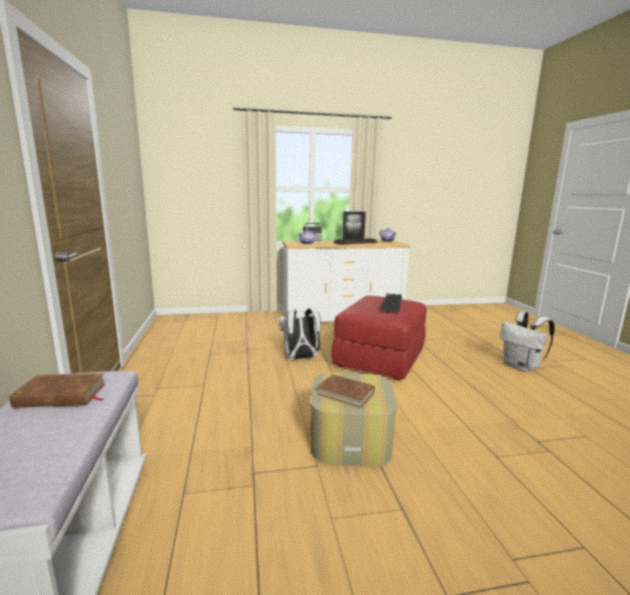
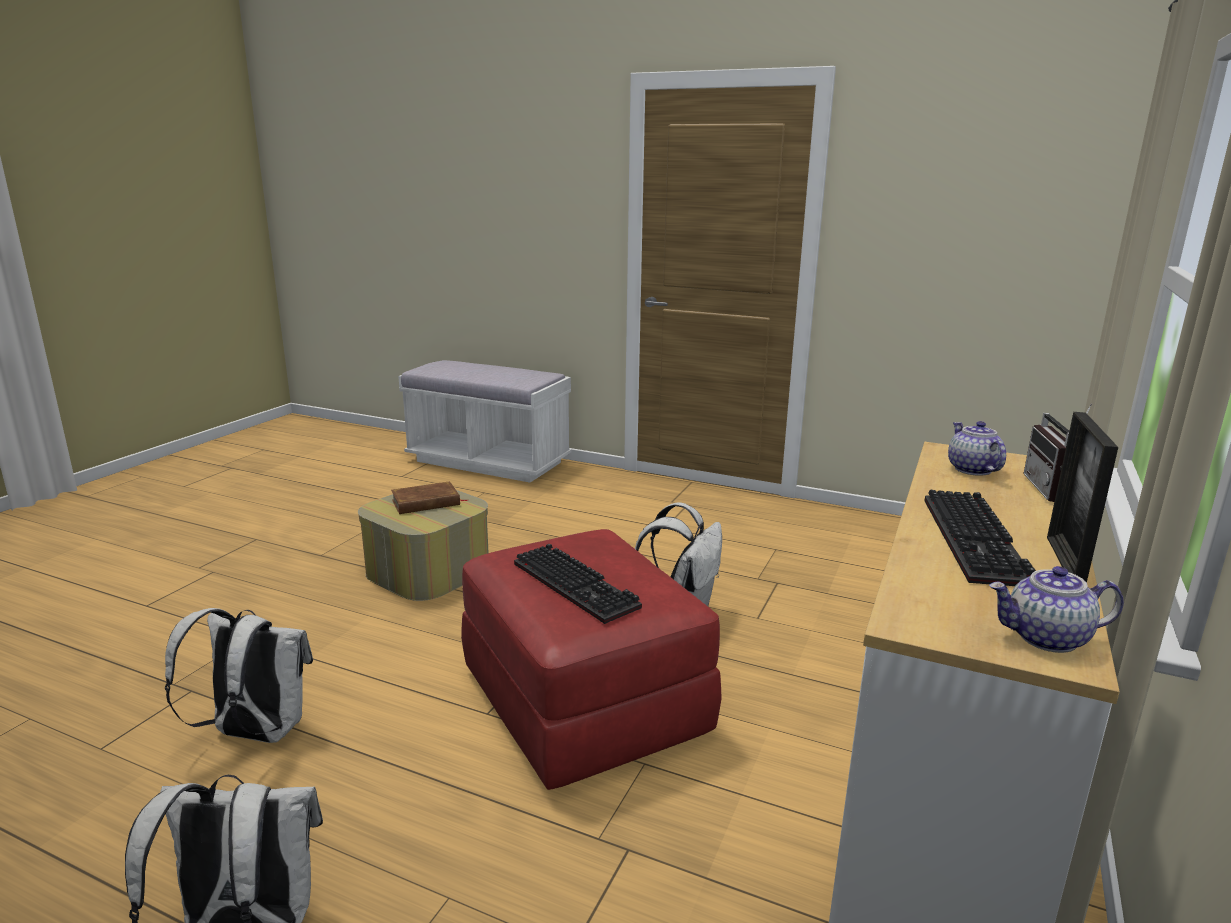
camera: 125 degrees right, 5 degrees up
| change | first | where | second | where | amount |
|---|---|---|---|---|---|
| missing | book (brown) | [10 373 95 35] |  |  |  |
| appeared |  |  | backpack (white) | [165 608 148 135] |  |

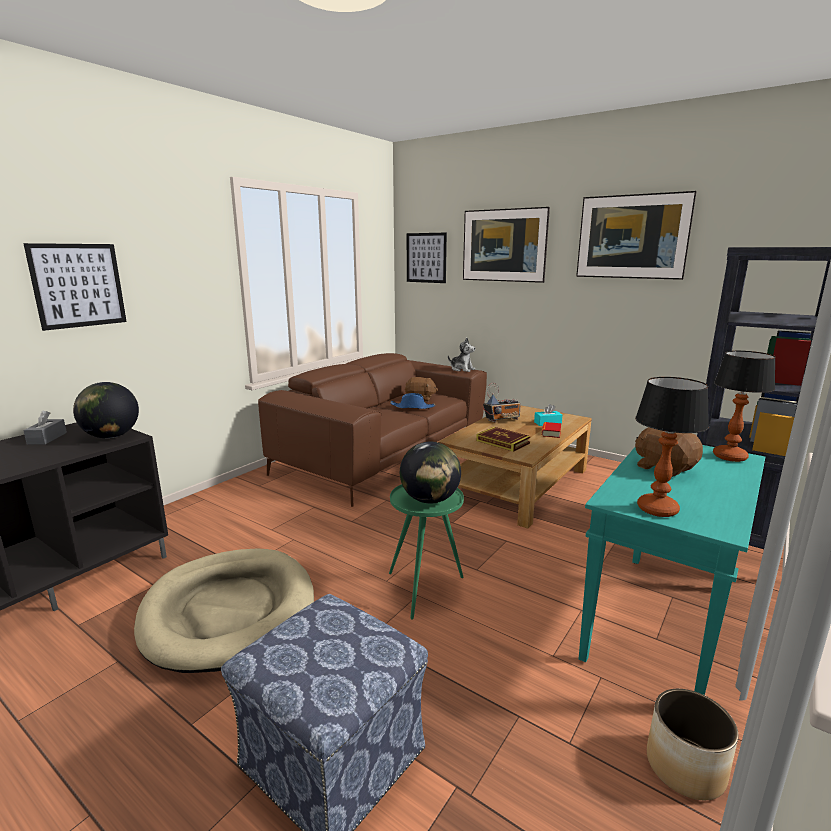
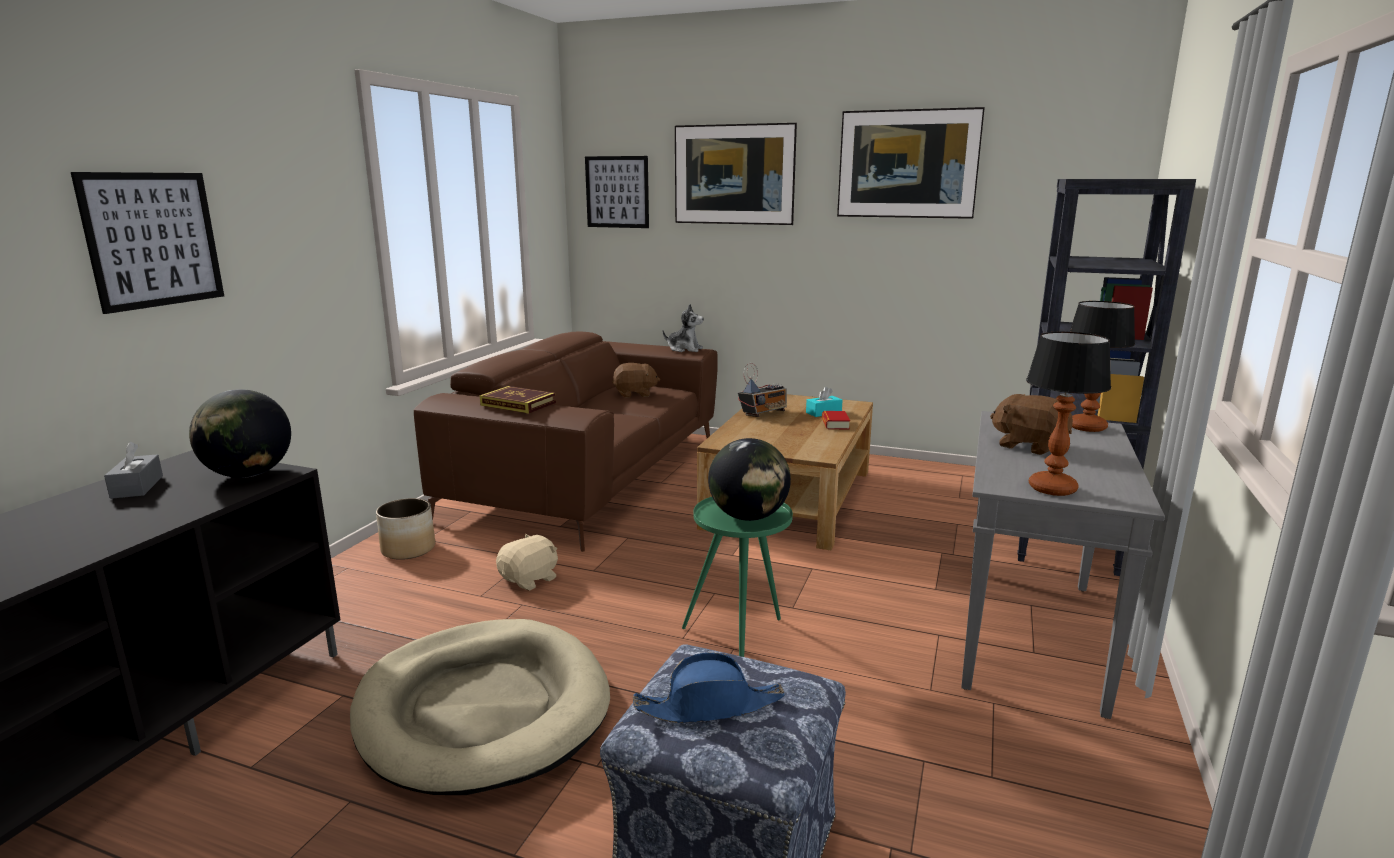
camera: 15 degrees left, 0 degrees up
| change | first | where | second | where | amount |
|---|---|---|---|---|---|
| relocated | hat (blue) | [390 393 45 16] |  | [633 652 152 71] |  |
| relocated | book | [476 427 55 25] |  | [480 386 76 28] |  |
| colour | console table (turquoise) | [579 445 186 250] | console table (grey) | [961 411 204 308] |  |
| relocated | planter | [647 689 91 111] |  | [376 498 59 62] |  |
| appeared |  |  | plush toy (beige) | [496 534 62 57] |  |

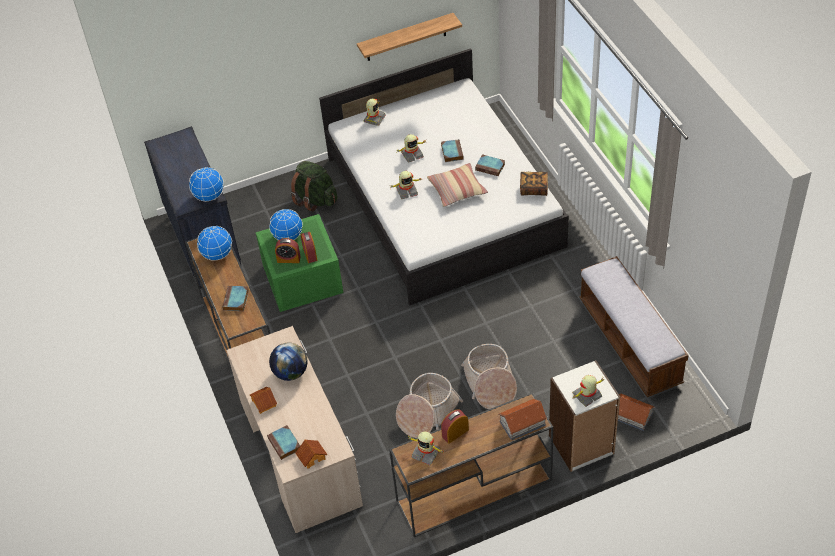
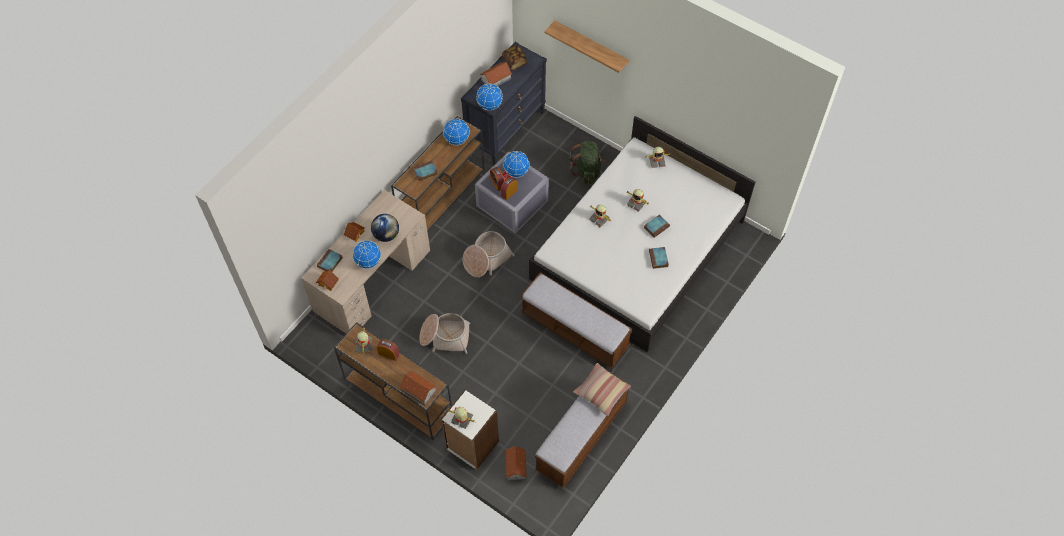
camera: 55 degrees right, 10 degrees up
| change | first | where | second | where | amount |
|---|---|---|---|---|---|
| colour | storage box (green) | [256 214 88 98] | storage box (grey) | [475 152 74 82] |  |
| relocated | shelf | [357 13 105 48] |  | [545 21 84 52] |  |
| relocated | pillow | [427 163 61 44] |  | [573 363 58 53] |  |
| relocated | basket | [461 344 56 65] |  | [463 231 52 46] |  |
| relocated | book | [520 172 28 24] |  | [502 45 25 26] |  |
| appeared |  |  | globe | [352 240 29 29] |  |
| appeared |  |  | toy house | [480 62 32 24] |  |
| appeared |  |  | bench | [521 272 111 97] |  |

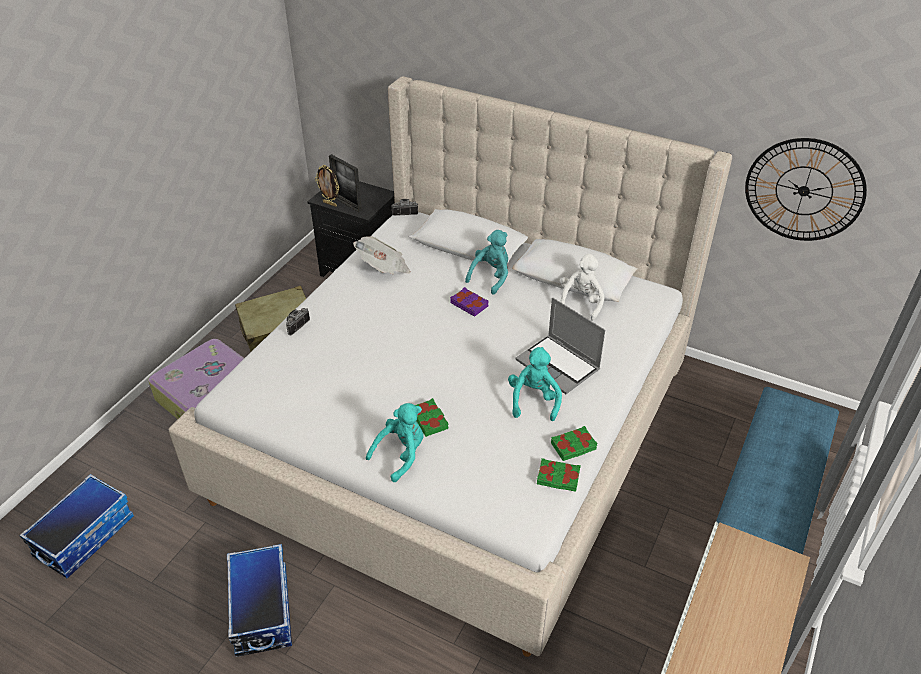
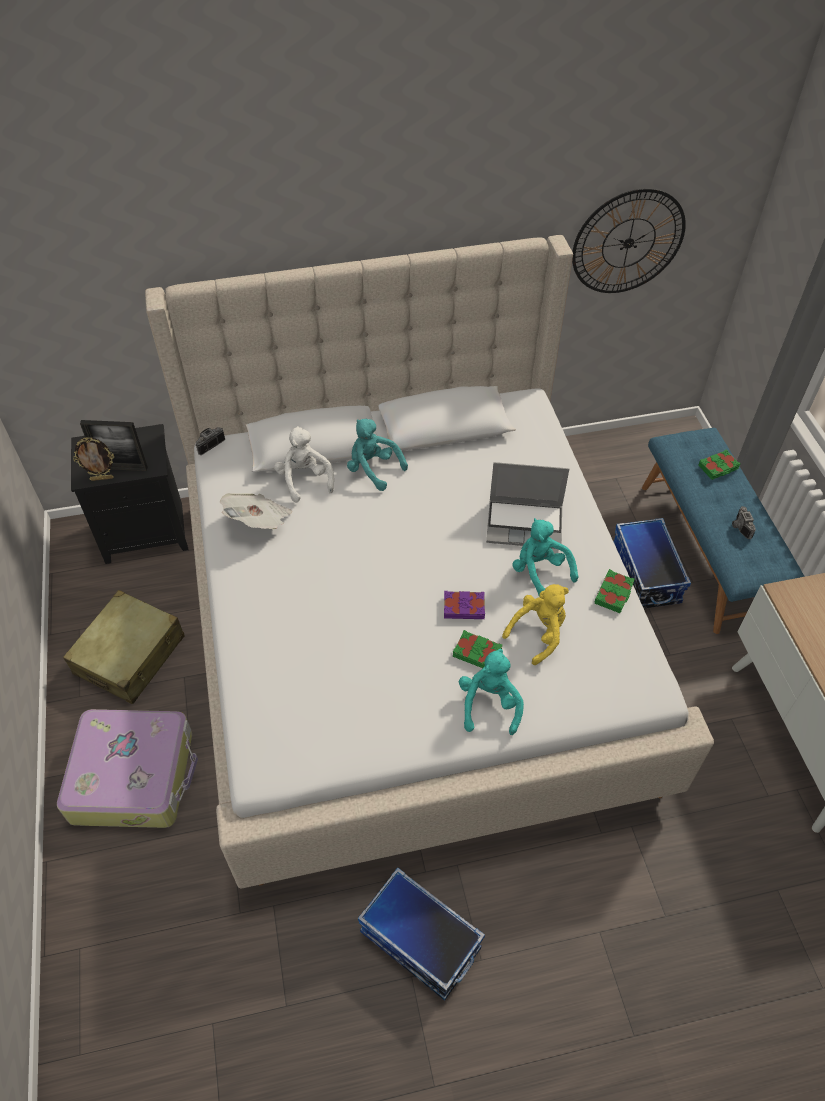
camera: 40 degrees left, 10 degrees up
| change | first | where | second | where | amount |
|---|---|---|---|---|---|
| relocated | storage box | [19 474 115 105] |  | [614 518 77 90] |  |
| relocated | photo camera | [286 308 24 27] |  | [732 506 24 33] |  |
| relocated | book (purple) | [450 287 39 30] |  | [444 591 41 28] |  |
| spun | plush toy (turquoise) | [465 230 43 65] |  | [347 419 61 72] | 45 degrees counterclockwise |
| relocated | book (green) | [537 458 44 34] |  | [698 449 43 31] |  |
| relocated | plush toy (white) | [560 254 45 67] |  | [274 426 60 77] |  |
| appeared |  |  | plush toy (yellow) | [502 584 67 81] |  |

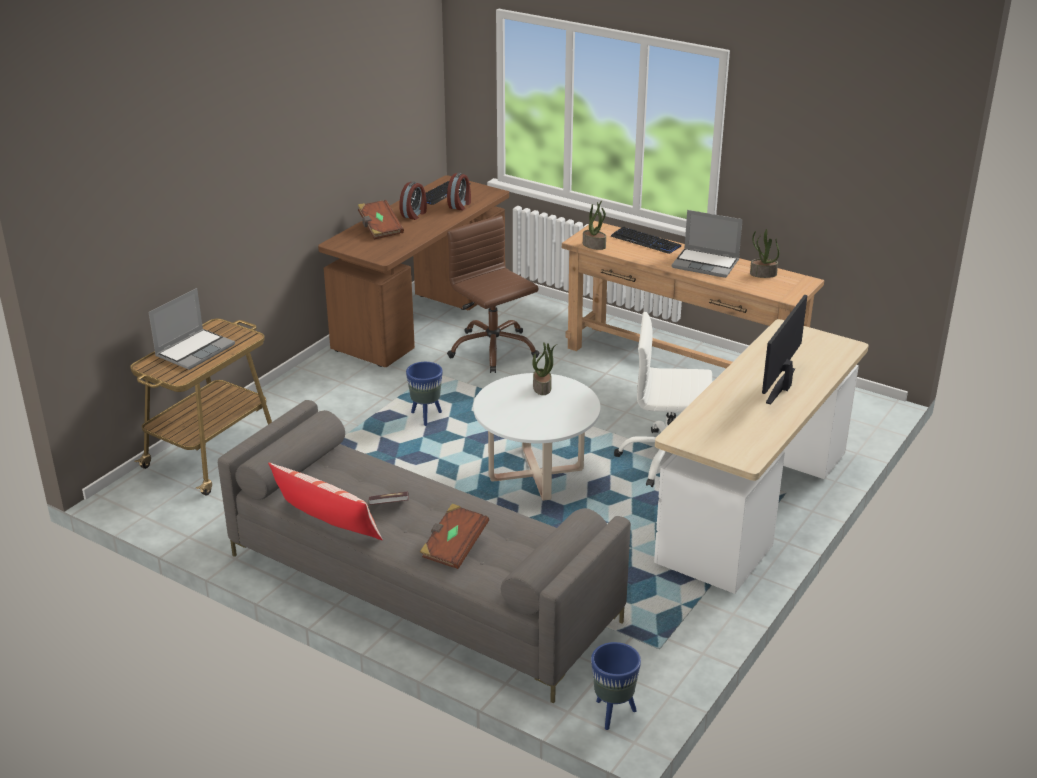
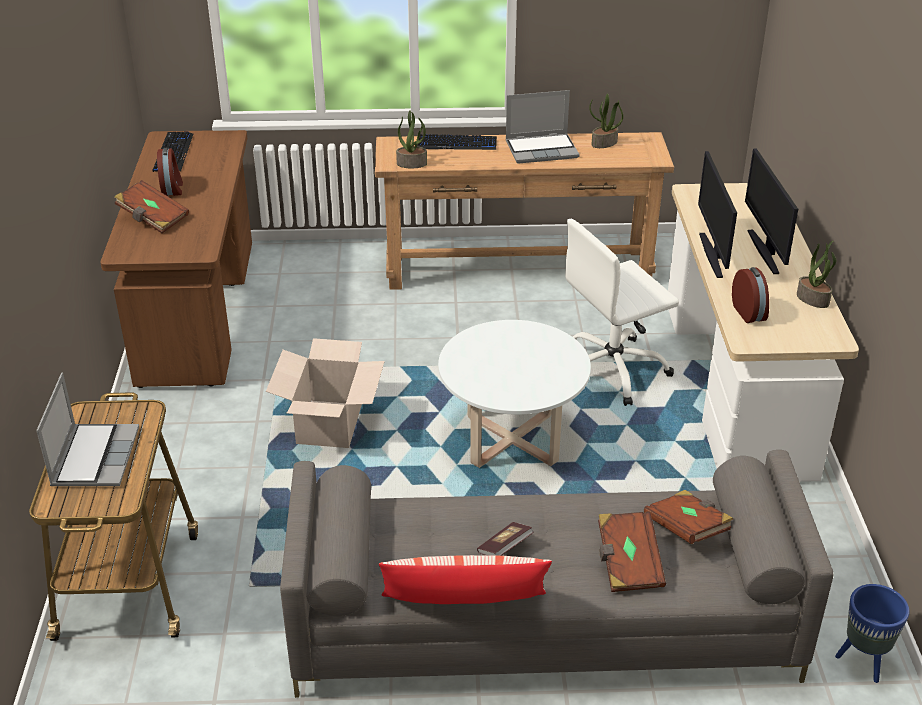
camera: 35 degrees left, 5 degrees up
| change | first | where | second | where | amount |
|---|---|---|---|---|---|
| exchanged | planter (blue) | [406 362 37 64] | cardboard box | [266 338 119 110] |  |
| relocated | alarm clock | [447 173 24 38] |  | [732 267 37 56] |  |
| missing | office chair (brown) | [447 215 93 158] |  |  |  |
| relocated | potted plant | [532 342 25 53] |  | [797 241 39 67] |  |
| appeared |  |  | book (brown) | [644 490 89 54] |  |
| appeared |  |  | monitor | [698 151 39 127] |  |

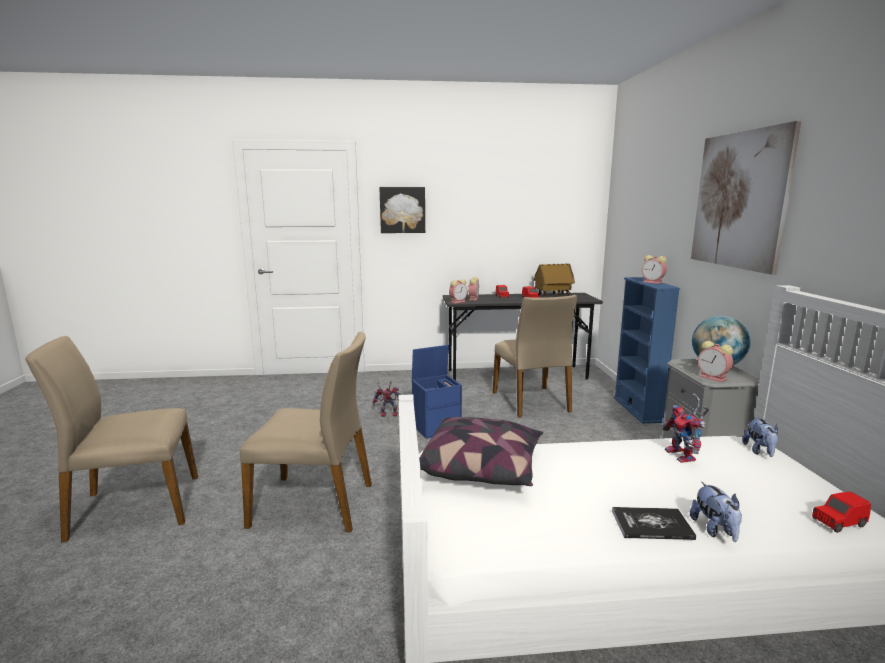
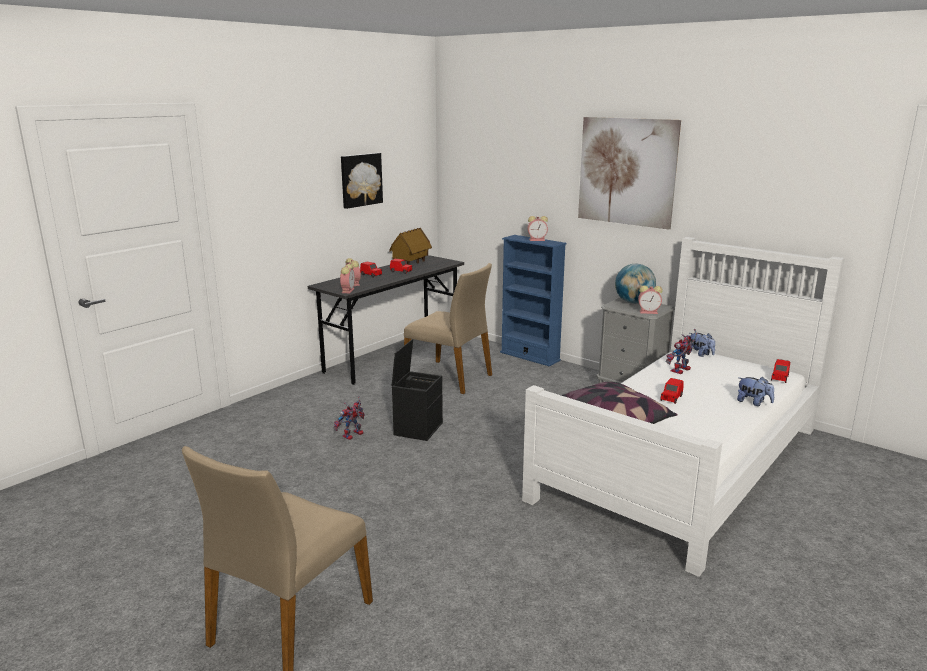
camera: 45 degrees left, 5 degrees up
| change | first | where | second | where | amount |
|---|---|---|---|---|---|
| missing | chair (beige) | [240 332 132 200] |  |  |  |
| relocated | picture | [379 187 46 46] |  | [341 153 42 56] |  |
| colour | storage box (blue) | [412 345 50 94] | storage box (black) | [392 339 51 102] |  |
| missing | book | [612 507 84 33] |  |  |  |
| spun | toy robot | [663 393 46 70] |  | [665 329 32 45] | 105 degrees clockwise |
| appeared |  |  | toy car (red) | [660 378 24 26] |  |

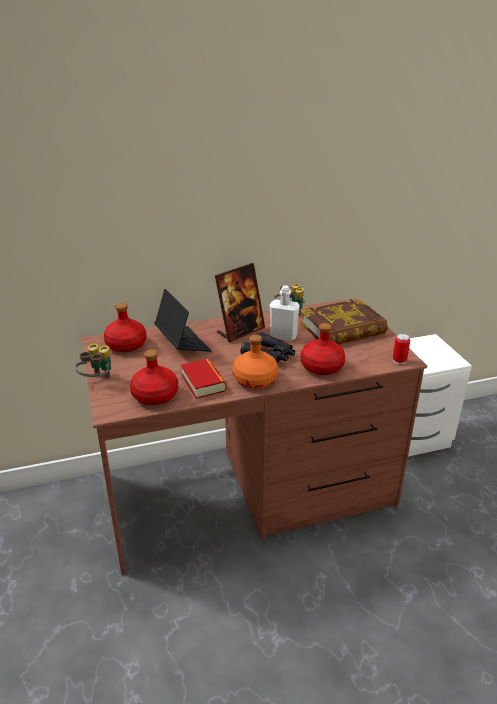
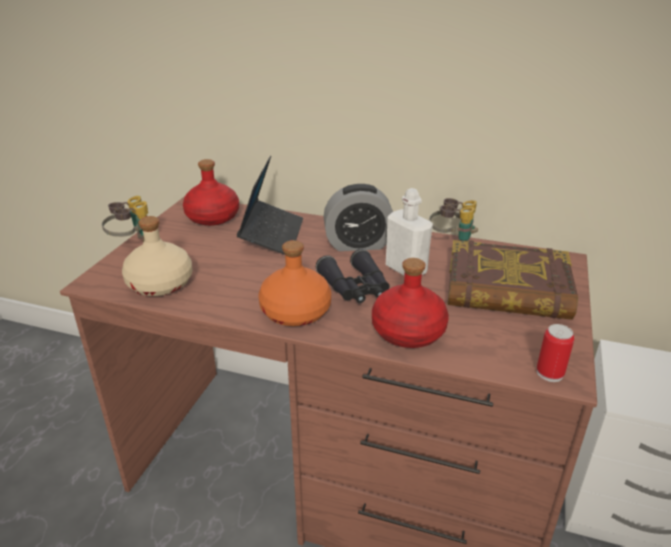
camera: 35 degrees right, 0 degrees up
| change | first | where | second | where | amount |
|---|---|---|---|---|---|
| colour | bottle (red) | [130 349 48 56] | bottle (beige) | [122 216 71 80] |  |
| missing | book | [181 359 45 40] |  |  |  |
| exchanged | picture frame | [215 263 50 79] | alarm clock | [324 184 69 67] |  |

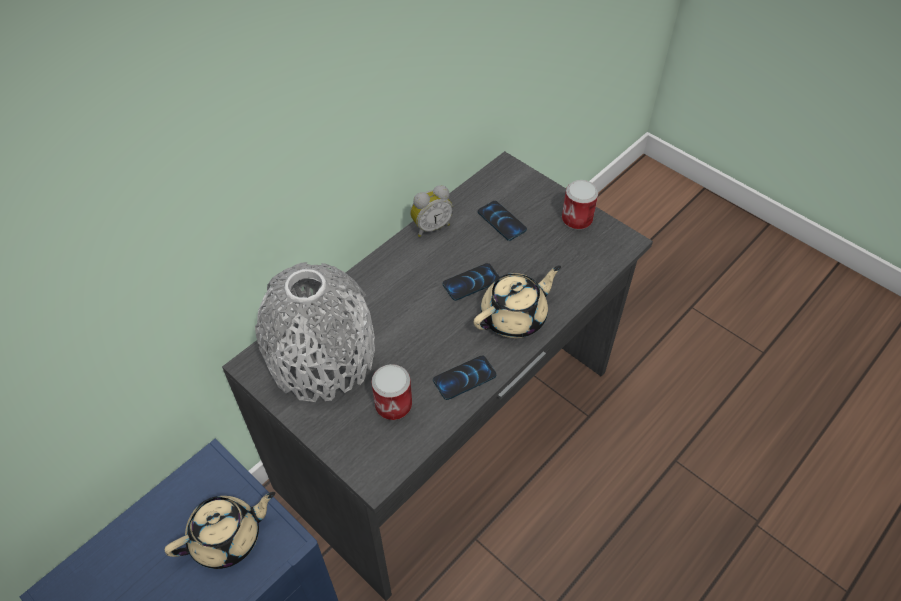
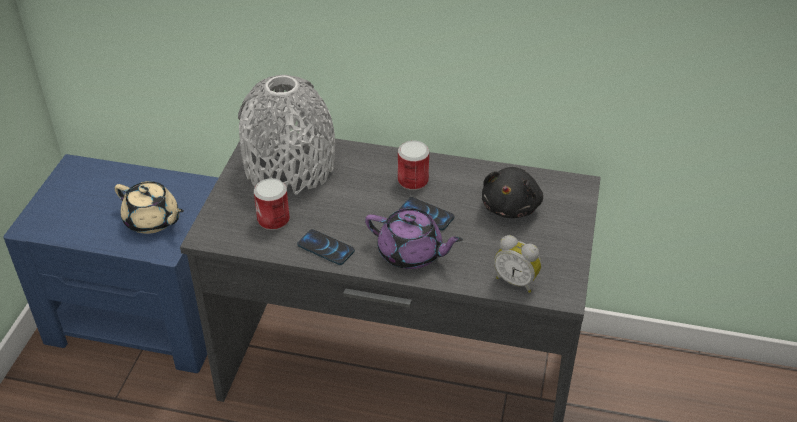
camera: 60 degrees right, 10 degrees down
| change | first | where | second | where | amount |
|---|---|---|---|---|---|
| relocated | alarm clock | [410 185 44 52] |  | [494 235 47 58] |  |
| colour | teapot (beige) | [474 265 87 73] | teapot (purple) | [365 208 98 61] |  |
| exchanged | phone | [478 201 49 40] | plush toy (black) | [482 167 61 51] |  |
| relocated | can | [562 180 36 50] |  | [398 141 31 49] |  |

